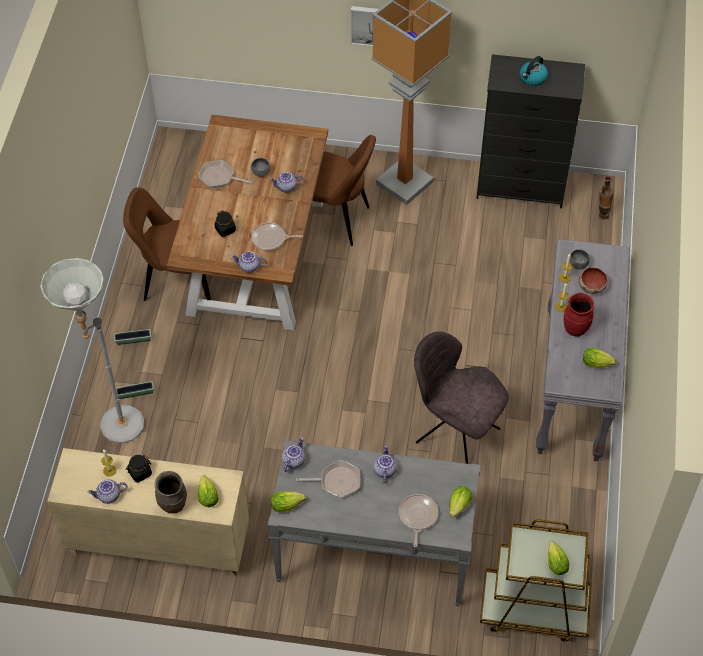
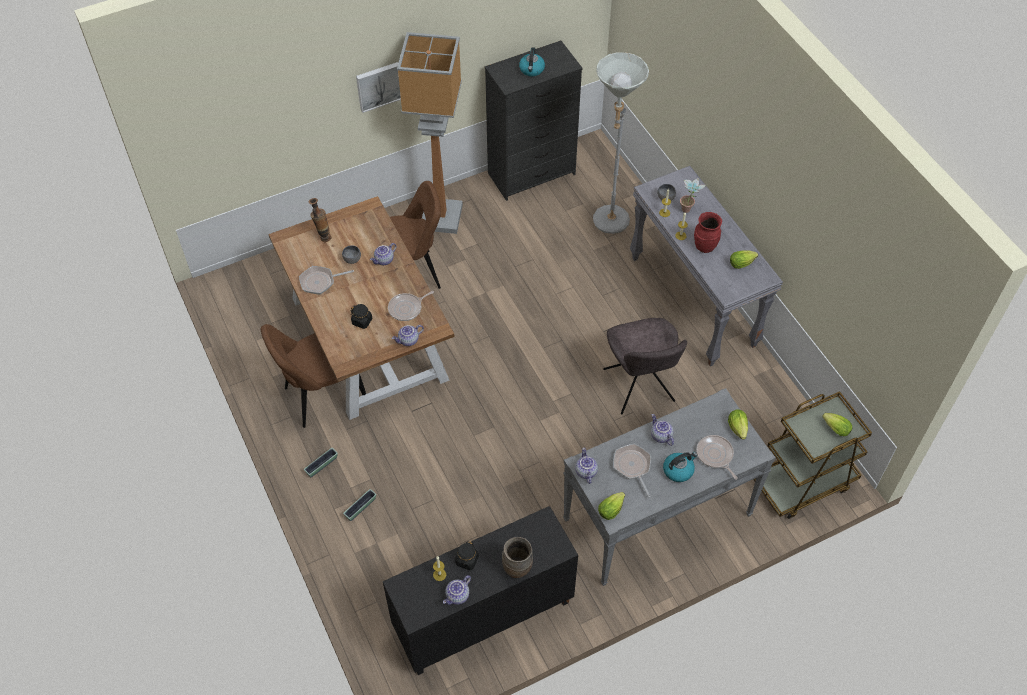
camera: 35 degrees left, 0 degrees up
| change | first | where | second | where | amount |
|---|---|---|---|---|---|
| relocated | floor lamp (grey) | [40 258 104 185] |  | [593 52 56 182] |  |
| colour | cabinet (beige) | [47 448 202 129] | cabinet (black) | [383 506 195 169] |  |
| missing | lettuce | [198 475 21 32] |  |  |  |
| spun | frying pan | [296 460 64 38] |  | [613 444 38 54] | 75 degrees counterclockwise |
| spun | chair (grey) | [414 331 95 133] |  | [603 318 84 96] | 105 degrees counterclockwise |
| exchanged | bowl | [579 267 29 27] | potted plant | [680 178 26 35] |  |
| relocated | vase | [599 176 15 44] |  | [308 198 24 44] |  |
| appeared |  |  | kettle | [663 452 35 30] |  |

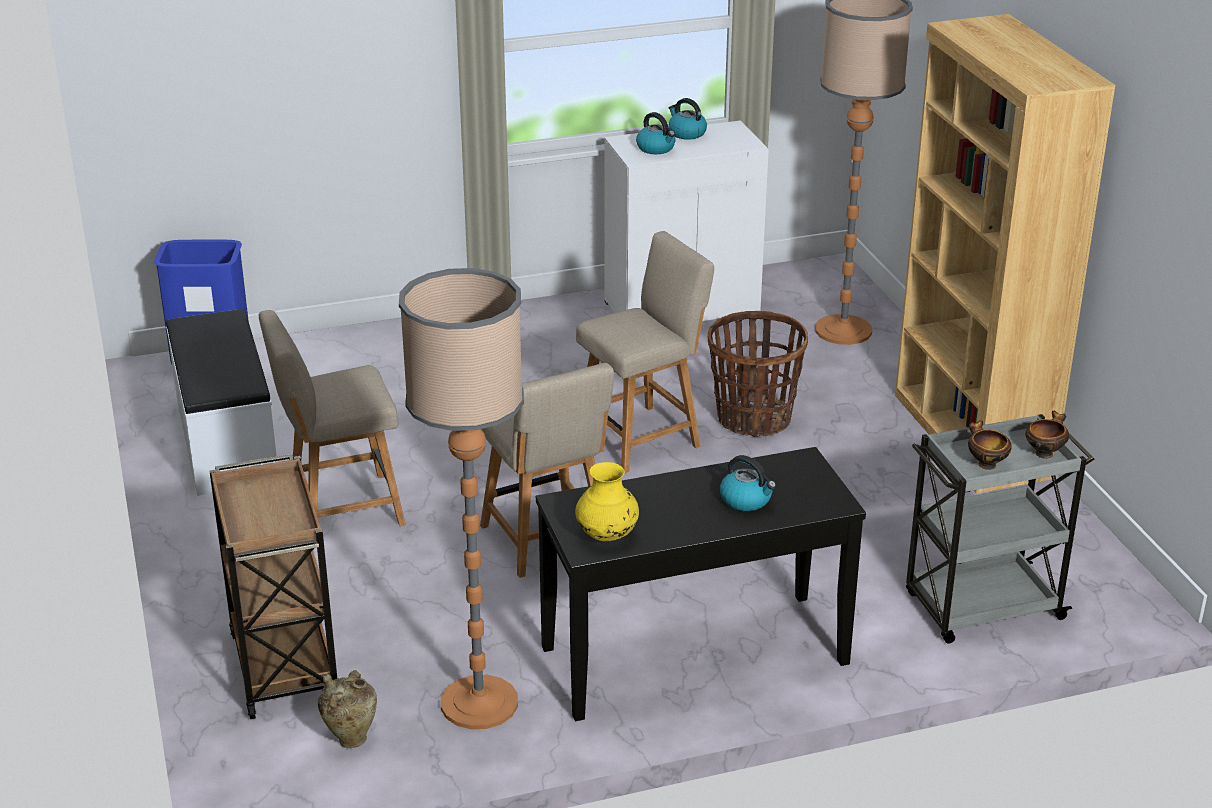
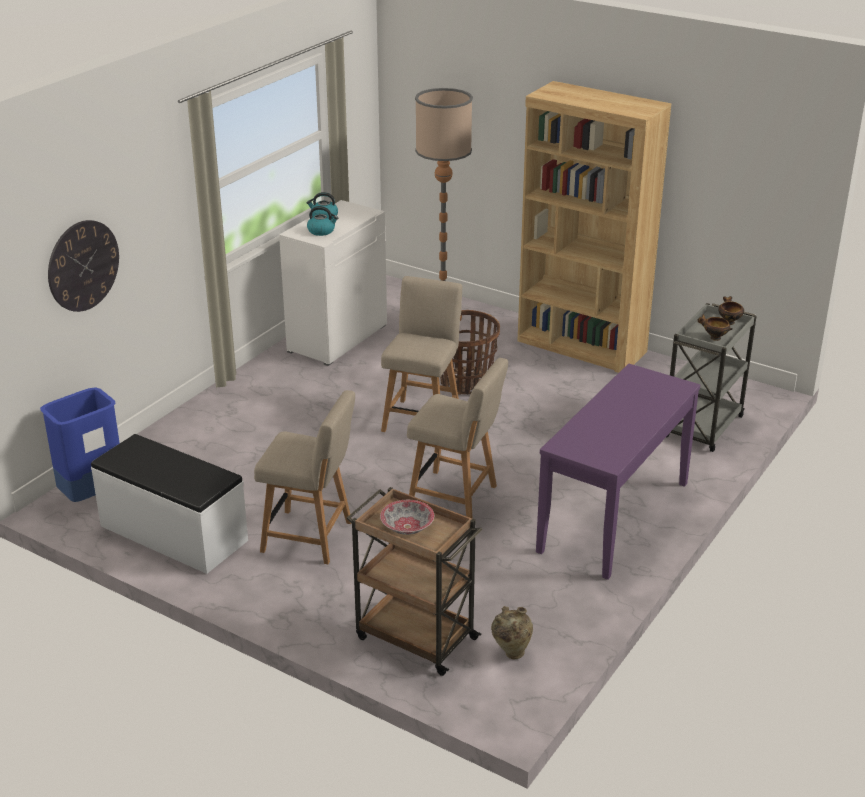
camera: 40 degrees left, 0 degrees up
| change | first | where | second | where | amount |
|---|---|---|---|---|---|
| spun | chair (beige) | [259 310 147 216] |  | [254 390 101 174] | 105 degrees counterclockwise |
| missing | floor lamp | [399 268 125 461] |  |  |  |
| colour | console table (black) | [536 447 330 274] | console table (purple) | [536 363 164 217] |  |
| missing | vase (yellow) | [575 462 64 79] |  |  |  |
| missing | kettle | [720 455 56 56] |  |  |  |
| appeared |  |  | wall clock | [48 220 71 92] |  |
| appeared |  |  | bowl | [380 500 54 35] |  |

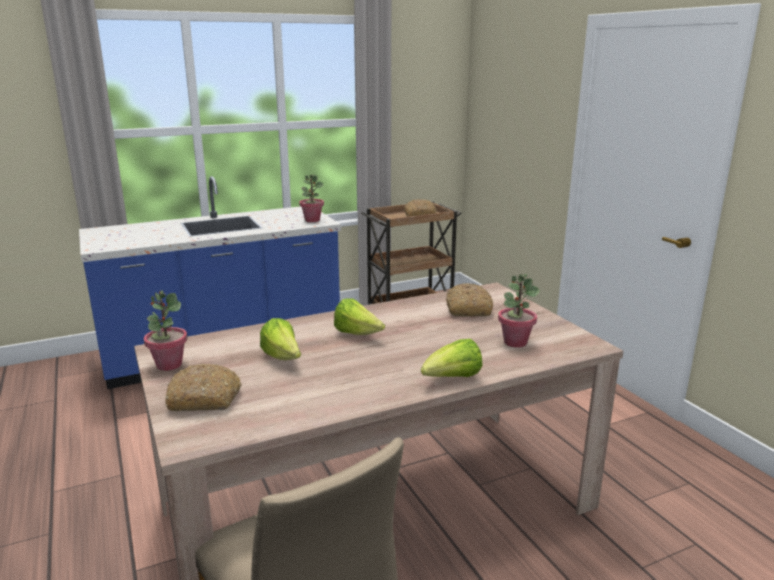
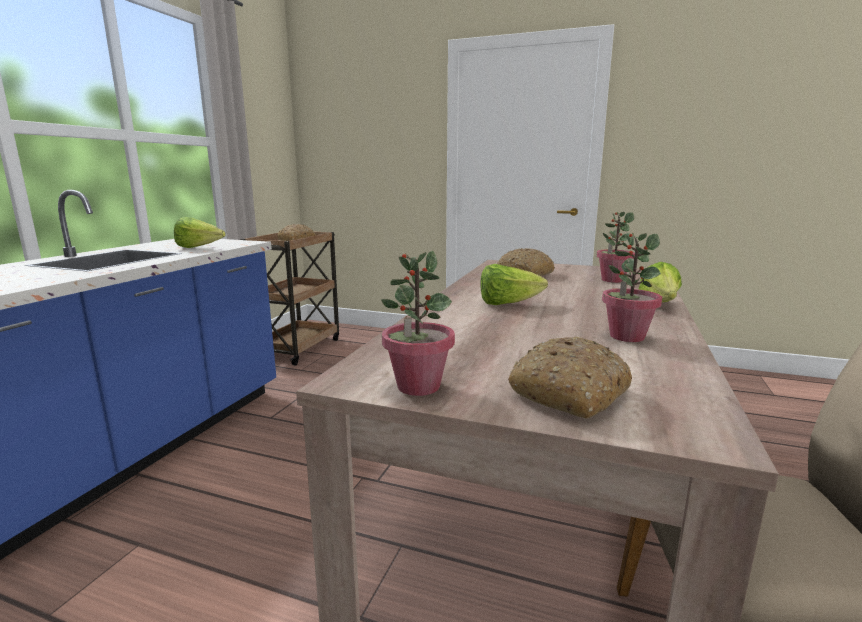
camera: 45 degrees left, 5 degrees down
| change | first | where | second | where | amount |
|---|---|---|---|---|---|
| relocated | lettuce | [260 318 41 42] |  | [174 217 52 31] |  |
| relocated | potted plant | [299 174 25 48] |  | [602 233 60 109] |  |

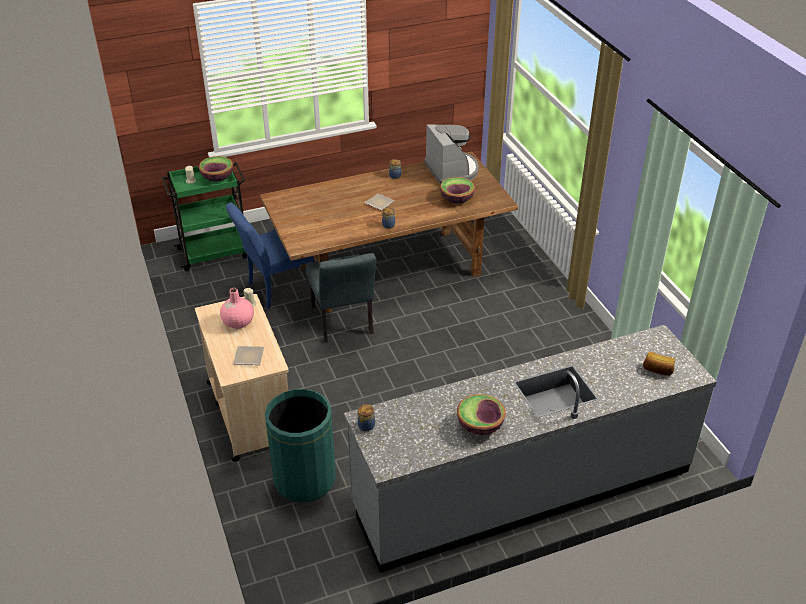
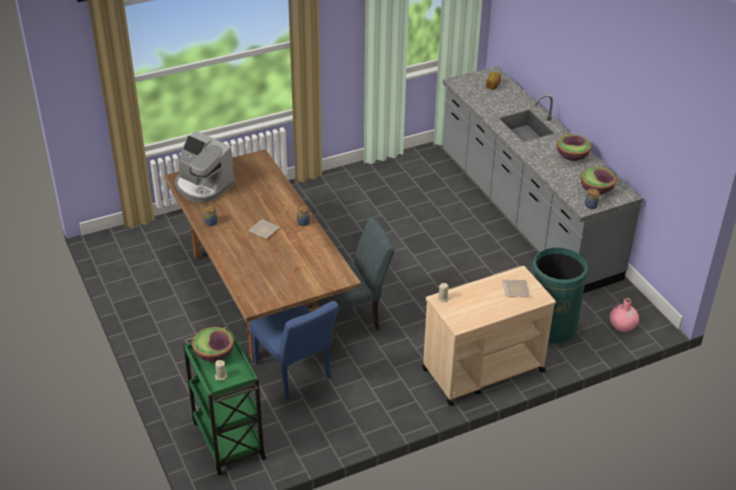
camera: 95 degrees left, 0 degrees up
| change | first | where | second | where | amount |
|---|---|---|---|---|---|
| relocated | vase (pink) | [220 288 34 41] |  | [610 298 29 34] |  |
| spun | coffee machine | [424 124 55 60] |  | [175 131 60 72] | 120 degrees counterclockwise |
| relocated | bowl | [440 177 35 27] |  | [580 167 37 27] |  |

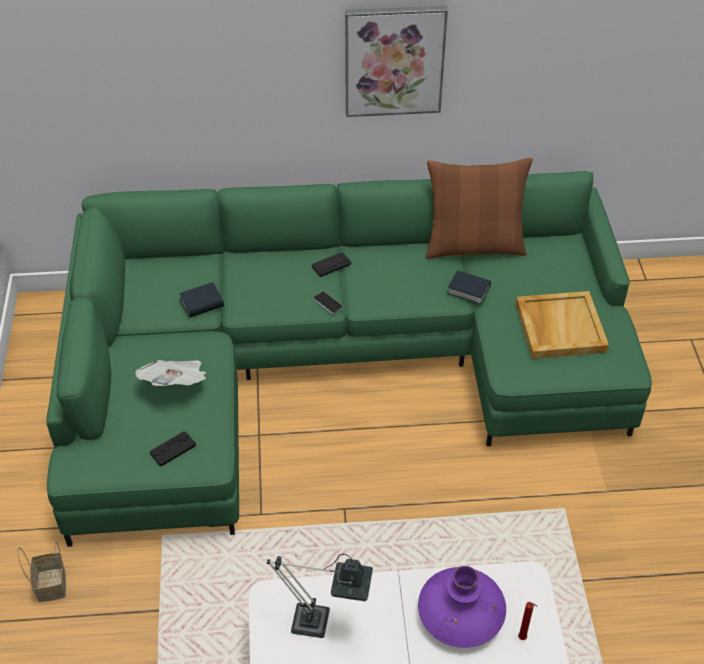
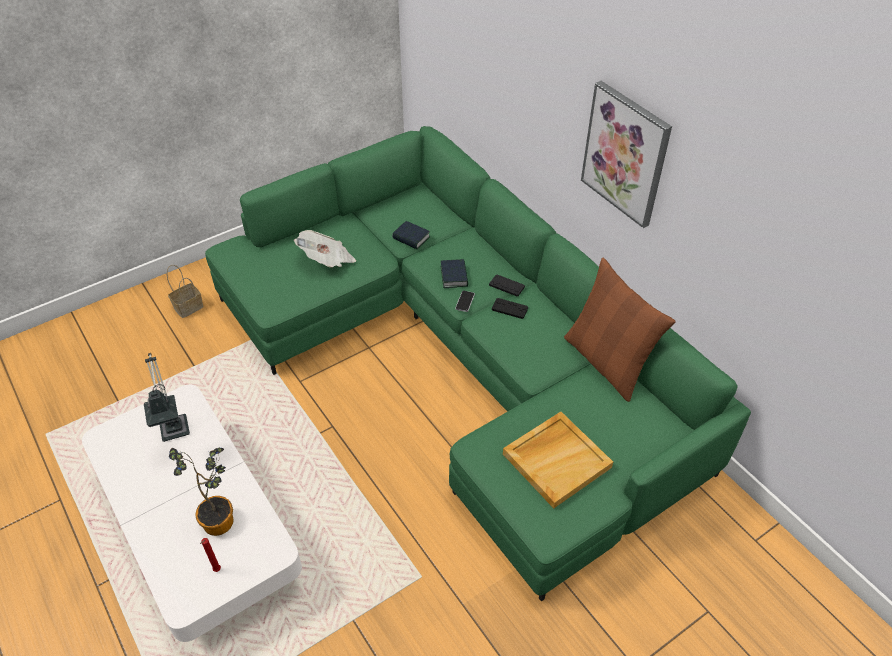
camera: 60 degrees right, 0 degrees up
| change | first | where | second | where | amount |
|---|---|---|---|---|---|
| relocated | game controller (black) | [150 431 46 35] |  | [492 298 36 21] |  |
| exchanged | vase (purple) | [418 566 88 82] | potted plant | [169 448 65 88] |  |
| relocated | book | [447 270 44 35] |  | [441 259 27 29] |  |

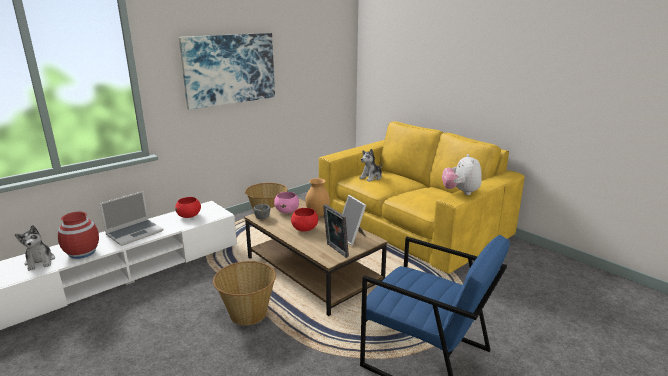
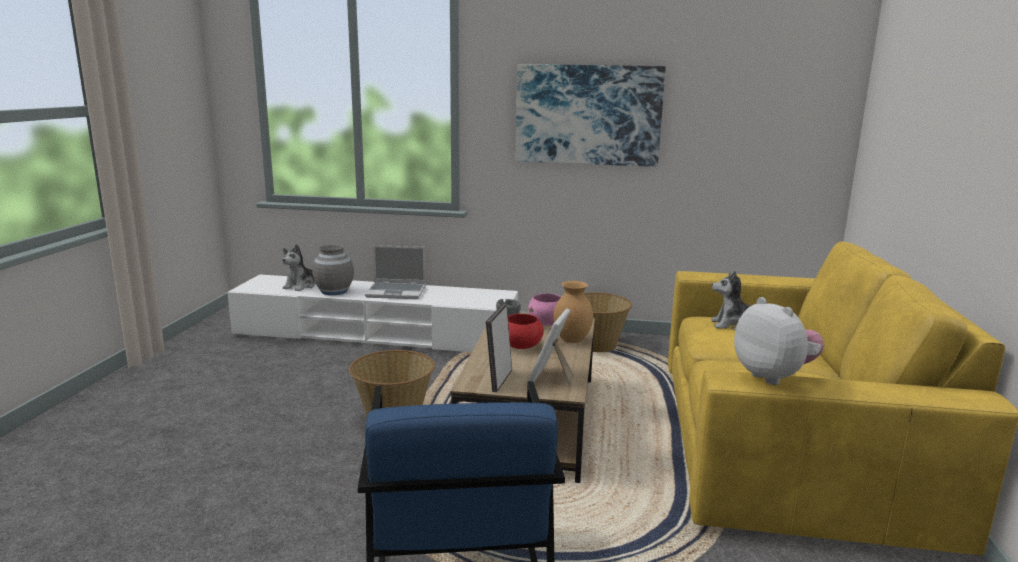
camera: 50 degrees right, 5 degrees down
| change | first | where | second | where | amount |
|---|---|---|---|---|---|
| colour | vase (red) | [58 211 41 48] | vase (grey) | [312 244 42 51] |  |
| missing | bowl (red) | [175 197 26 21] |  |  |  |
| spun | plush toy | [442 154 40 41] |  | [734 297 90 88] | 105 degrees clockwise |

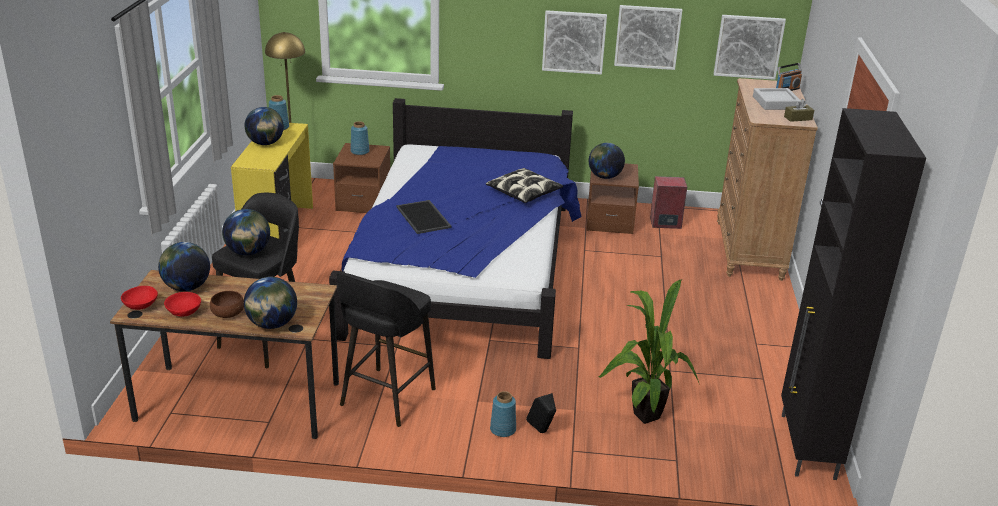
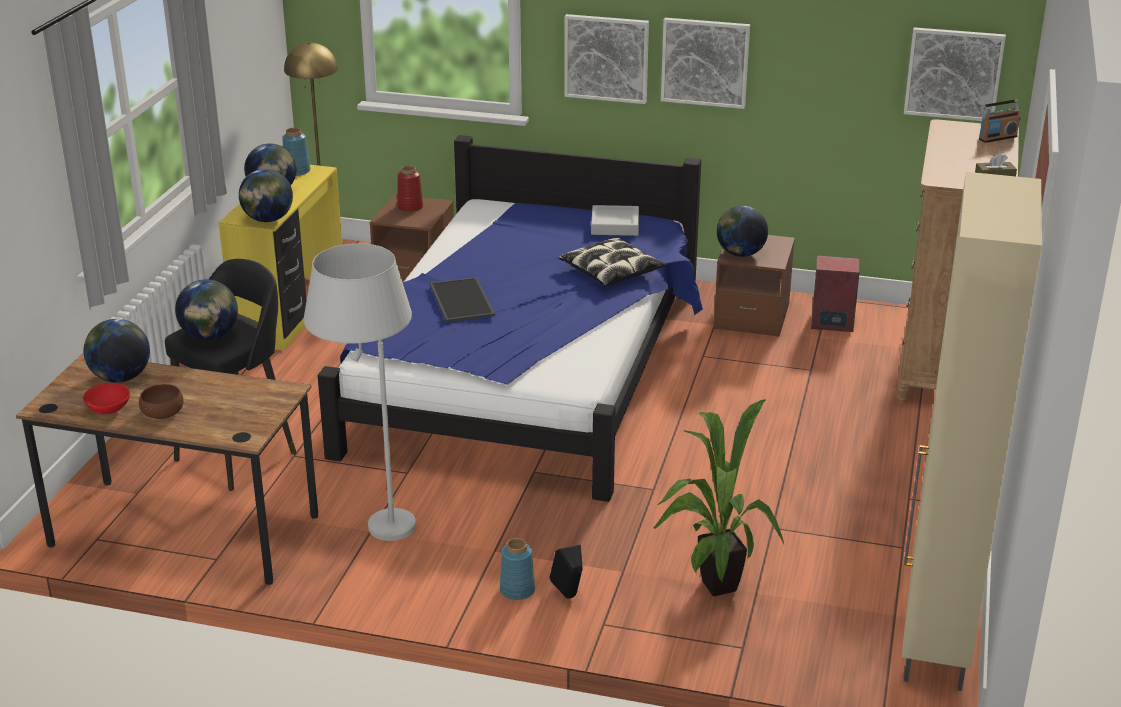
camera: 10 degrees right, 0 degrees up
| change | first | where | second | where | amount |
|---|---|---|---|---|---|
| missing | bowl (red) | [121 286 37 24] |  |  |  |
| relocated | globe | [244 277 53 52] |  | [239 169 54 53] |  |
| exchanged | stool (black) | [337 272 99 155] | floor lamp (white) | [304 243 112 298] |  |
| colour | vase (blue) | [351 121 19 34] | vase (red) | [397 166 26 46] |  |
| relocated | picture | [614 5 68 65] |  | [564 14 85 90] |  |
| relocated | tray (grey) | [753 88 48 22] |  | [591 205 48 31] |  |
| colour | cabinet (black) | [781 108 145 372] | cabinet (beige) | [901 172 141 519] |  |

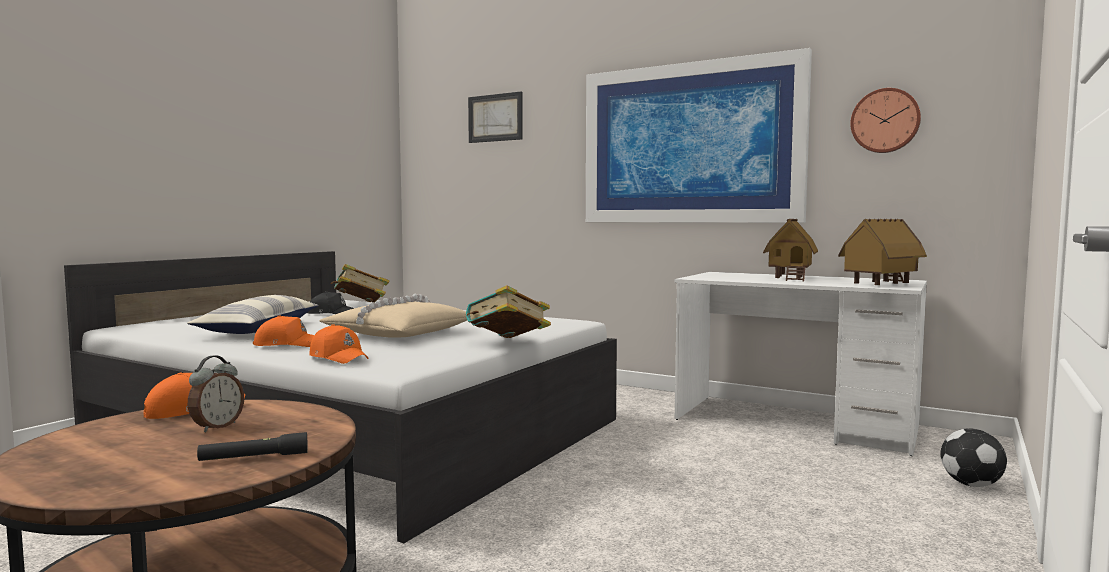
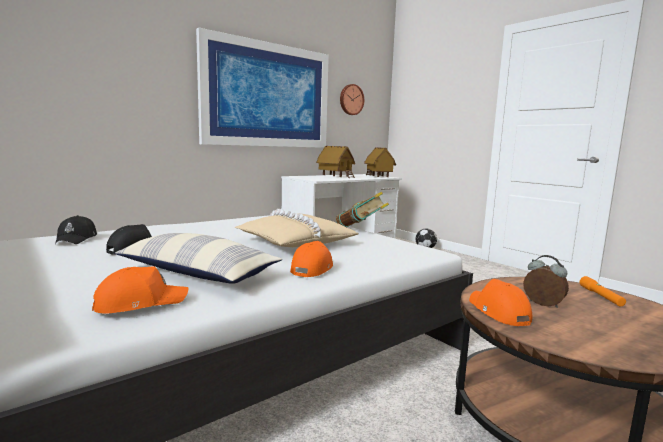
camera: 70 degrees left, 5 degrees up
| change | first | where | second | where | amount |
|---|---|---|---|---|---|
| colour | flashlight (black) | [197 432 111 29] | flashlight (orange) | [580 276 46 30] |  |
| relocated | cap (orange) | [309 324 60 40] |  | [92 266 96 48] |  |
| exchanged | book | [331 264 59 39] | cap (black) | [55 215 42 29] |  |
| missing | picture | [468 92 55 51] |  |  |  |

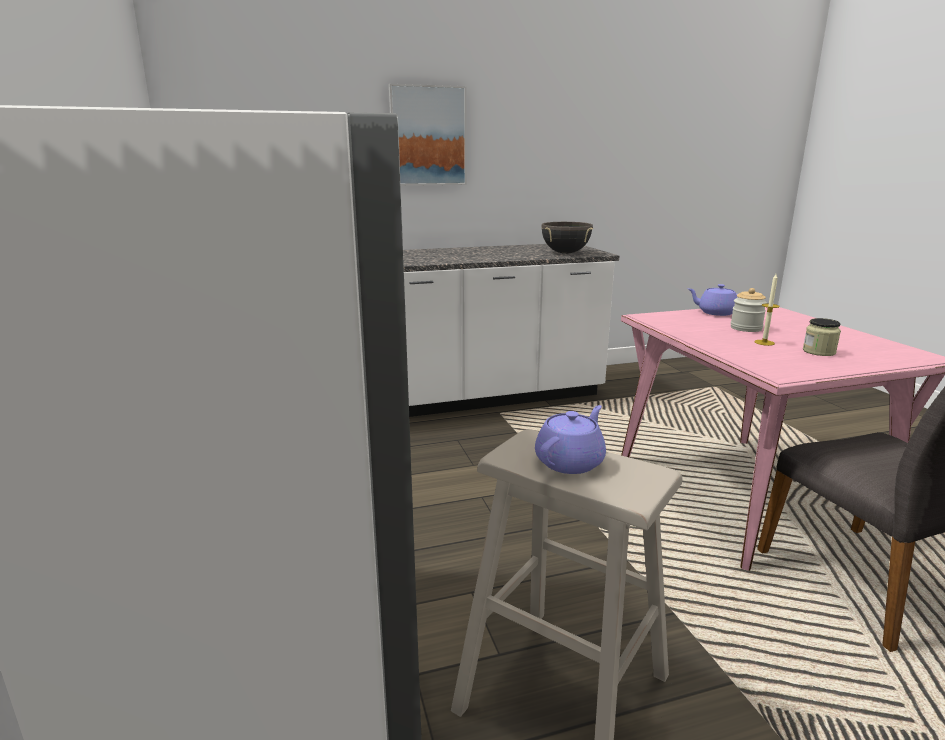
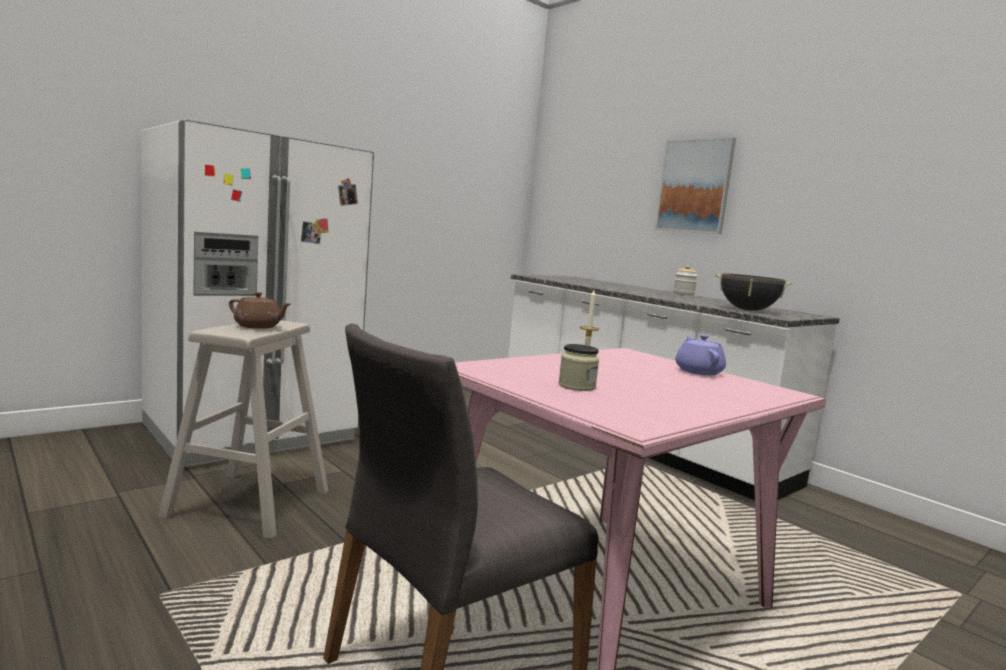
camera: 65 degrees right, 10 degrees down
| change | first | where | second | where | amount |
|---|---|---|---|---|---|
| colour | teapot (purple) | [535 405 71 69] | teapot (brown) | [229 292 62 37] |  |
| relocated | jar | [730 288 37 44] |  | [673 265 25 31] |  |

